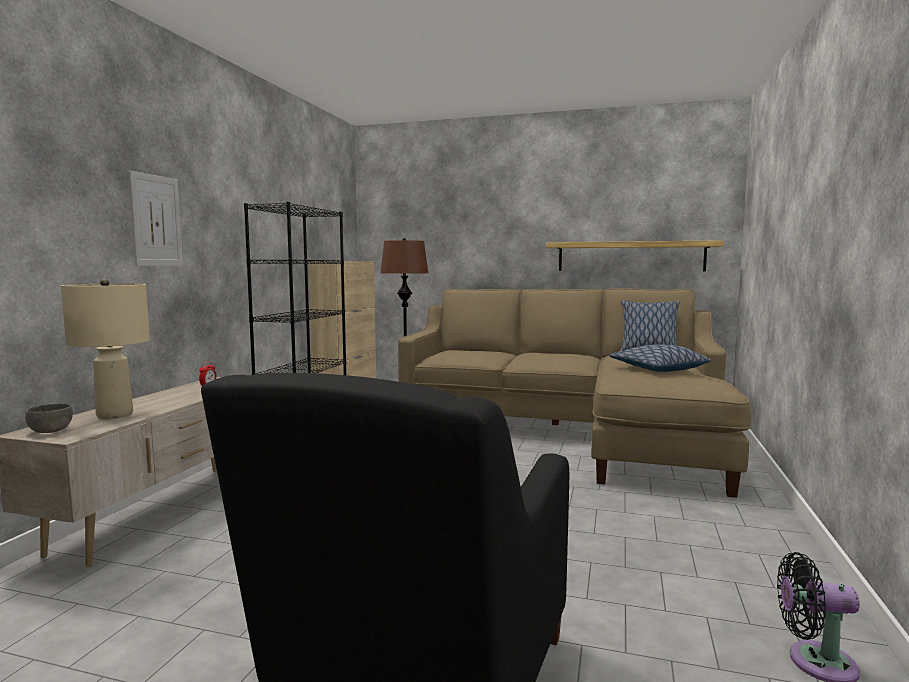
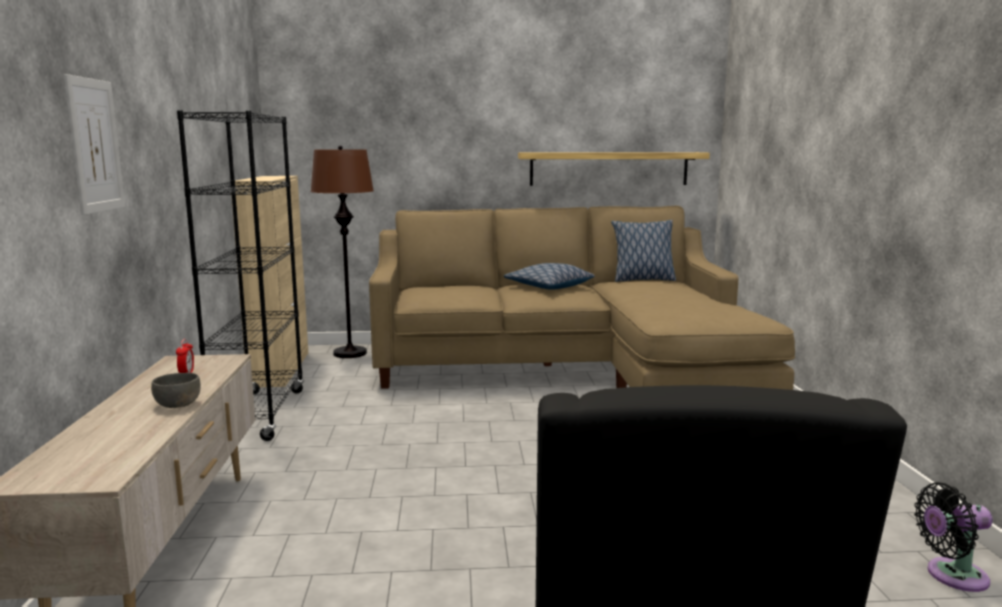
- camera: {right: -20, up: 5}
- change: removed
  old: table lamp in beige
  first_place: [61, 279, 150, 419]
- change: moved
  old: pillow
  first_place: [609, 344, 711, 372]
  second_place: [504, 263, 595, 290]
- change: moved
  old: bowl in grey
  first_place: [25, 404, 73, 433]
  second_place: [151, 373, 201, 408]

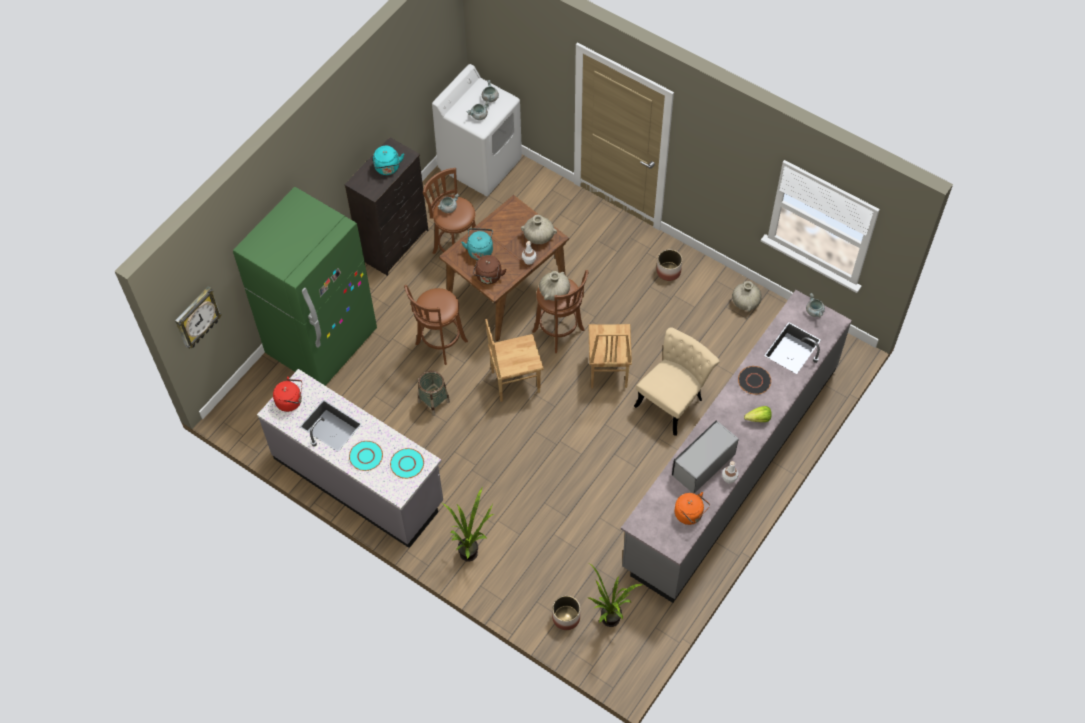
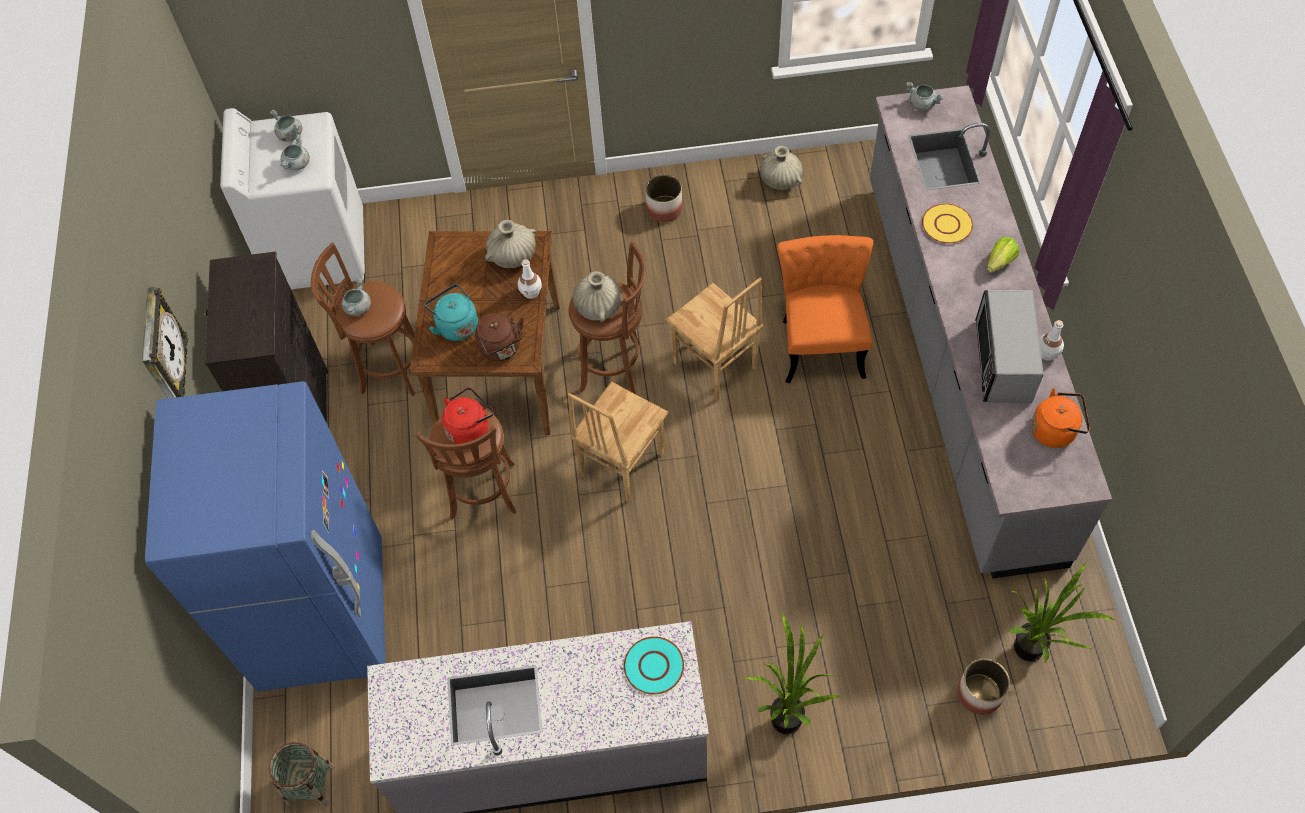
- camera: {right: -40, up: 0}
- change: removed
  old: kettle in turquoise
  first_place: [373, 146, 404, 175]
- change: recoloured
  old: fridge in green
  new: fridge in blue
  first_place: [233, 187, 377, 386]
  second_place: [145, 381, 386, 692]
- change: moved
  old: wall clock
  first_place: [175, 286, 222, 349]
  second_place: [142, 287, 188, 399]
- change: recoloured
  old: chair in beige
  new: chair in orange
  first_place: [634, 327, 719, 436]
  second_place: [777, 235, 873, 383]
- change: recoloured
  old: plate in black
  new: plate in yellow
  first_place: [738, 366, 771, 395]
  second_place: [922, 204, 973, 244]
- change: moved
  old: basket
  first_place: [418, 371, 450, 416]
  second_place: [269, 742, 334, 807]
- change: moved
  old: kettle in red
  first_place: [273, 376, 302, 412]
  second_place: [442, 387, 493, 444]
- change: removed
  old: plate in turquoise
  first_place: [349, 441, 383, 471]

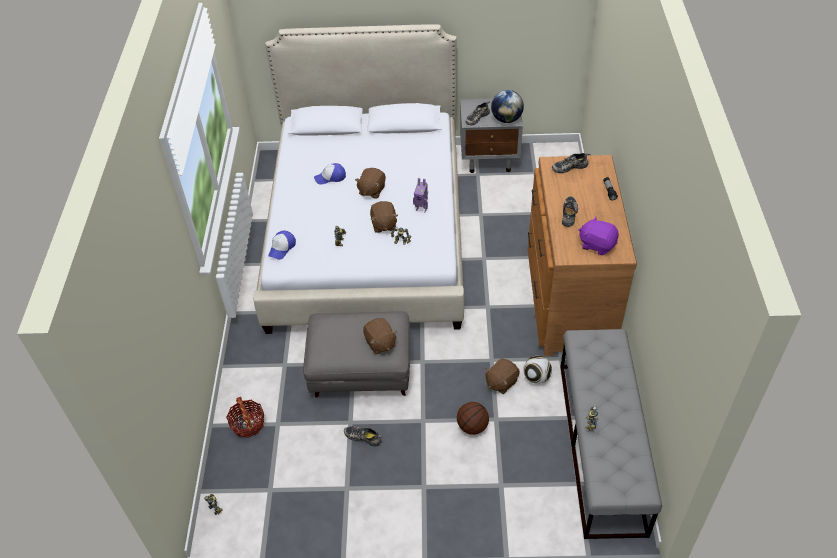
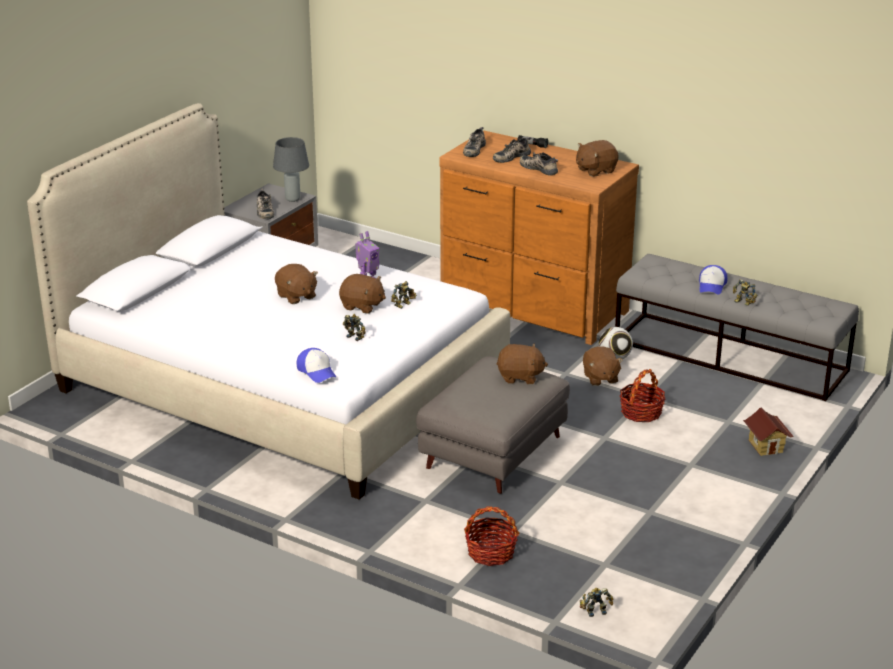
- camera: {right: -60, up: -20}
- change: replaced
  old: globe
  new: table lamp in grey
  first_place: [491, 90, 524, 123]
  second_place: [273, 137, 309, 202]
- change: moved
  old: cap
  first_place: [314, 163, 346, 185]
  second_place: [699, 265, 728, 294]
- change: recoloured
  old: plush toy in purple
  new: plush toy in brown
  first_place: [578, 216, 619, 255]
  second_place: [576, 140, 619, 177]
- change: replaced
  old: basketball
  new: basket
  first_place: [457, 402, 489, 435]
  second_place: [620, 369, 666, 422]
- change: moved
  old: shoe
  first_place: [344, 426, 382, 447]
  second_place: [493, 137, 532, 163]
- change: added
  new: toy house
  second_place: [743, 408, 794, 456]

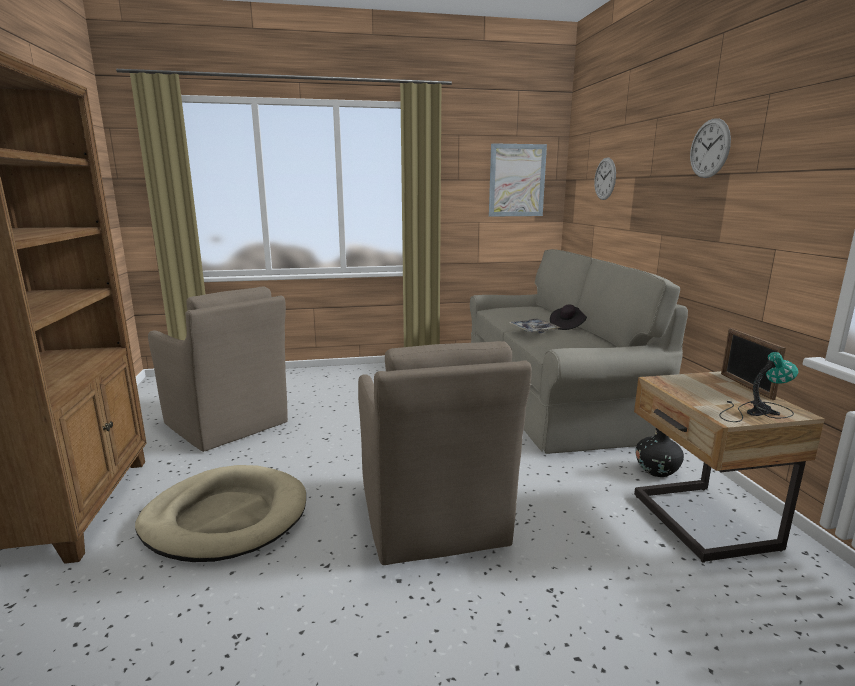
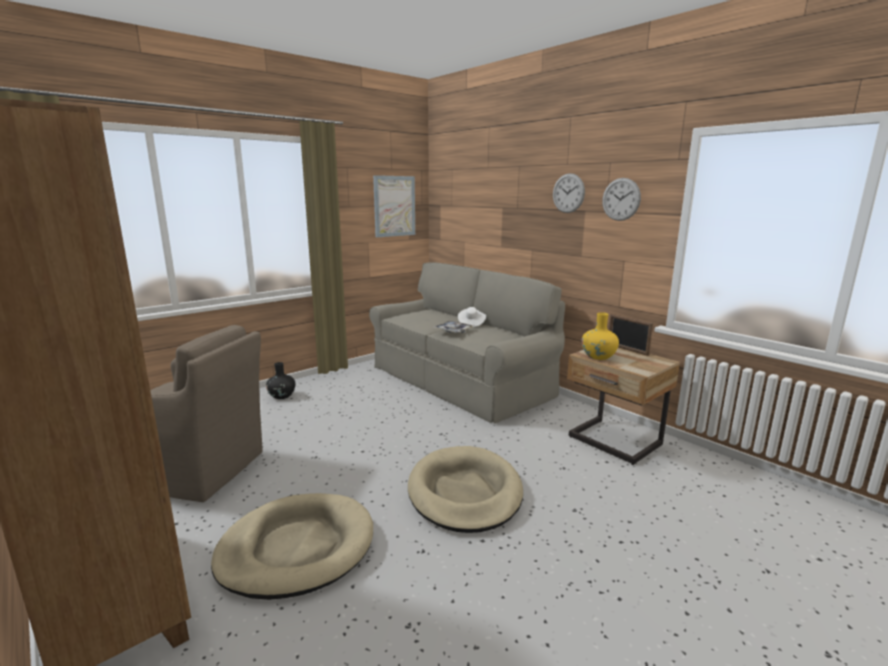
- camera: {right: -30, up: 0}
- change: moved
  old: wall clock
  first_place: [594, 158, 616, 200]
  second_place: [602, 178, 641, 221]
- change: recoloured
  old: hat in black
  new: hat in white
  first_place: [550, 305, 587, 330]
  second_place: [458, 307, 486, 327]
- change: replaced
  old: armchair in brown
  new: dog bed in beige
  first_place: [358, 341, 532, 565]
  second_place: [408, 446, 523, 533]
- change: removed
  old: table lamp
  first_place: [720, 352, 798, 422]
- change: moved
  old: vase in black
  first_place: [636, 428, 684, 477]
  second_place: [266, 362, 295, 399]
- change: added
  new: vase in yellow
  second_place: [582, 312, 619, 360]

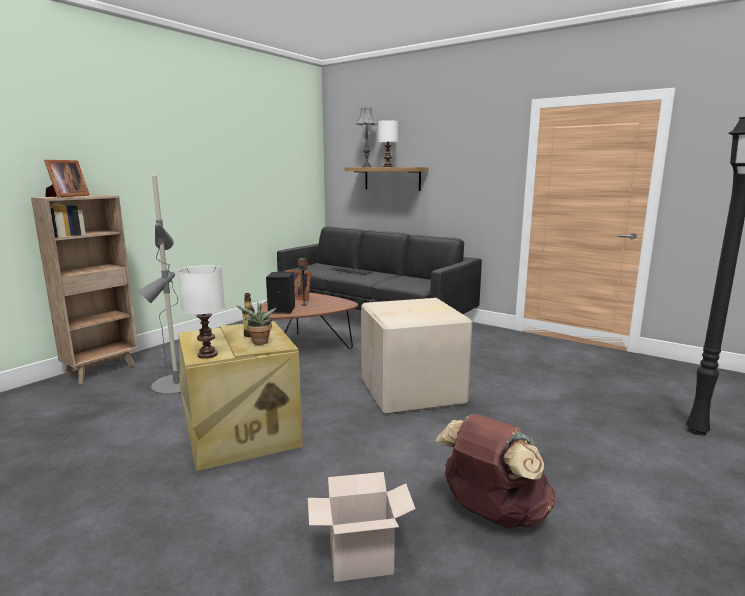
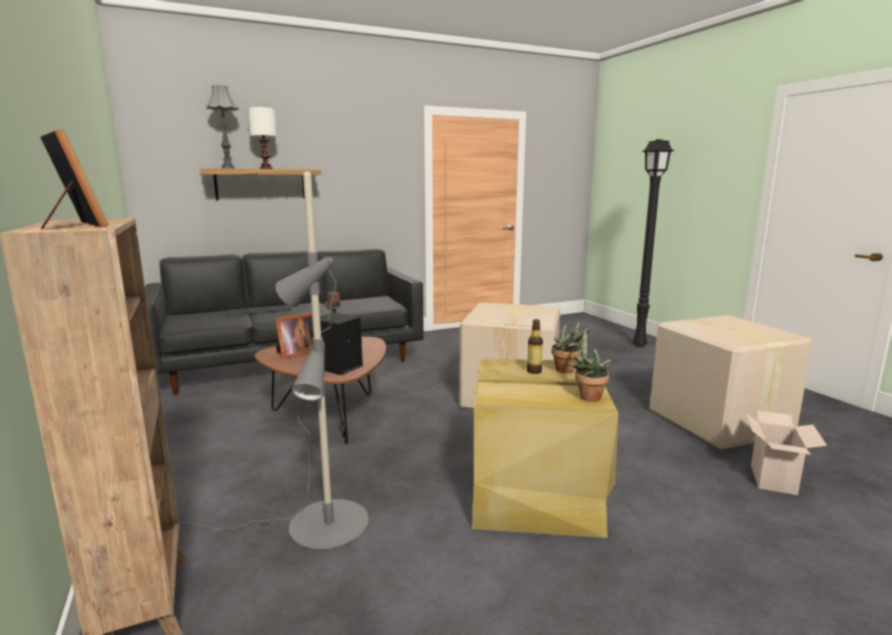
- camera: {right: -60, up: 0}
- change: replaced
  old: table lamp in white
  new: potted plant
  first_place: [178, 265, 225, 359]
  second_place: [569, 330, 611, 402]
- change: replaced
  old: backpack in brown
  new: cardboard box
  first_place: [435, 414, 556, 528]
  second_place: [650, 315, 813, 450]

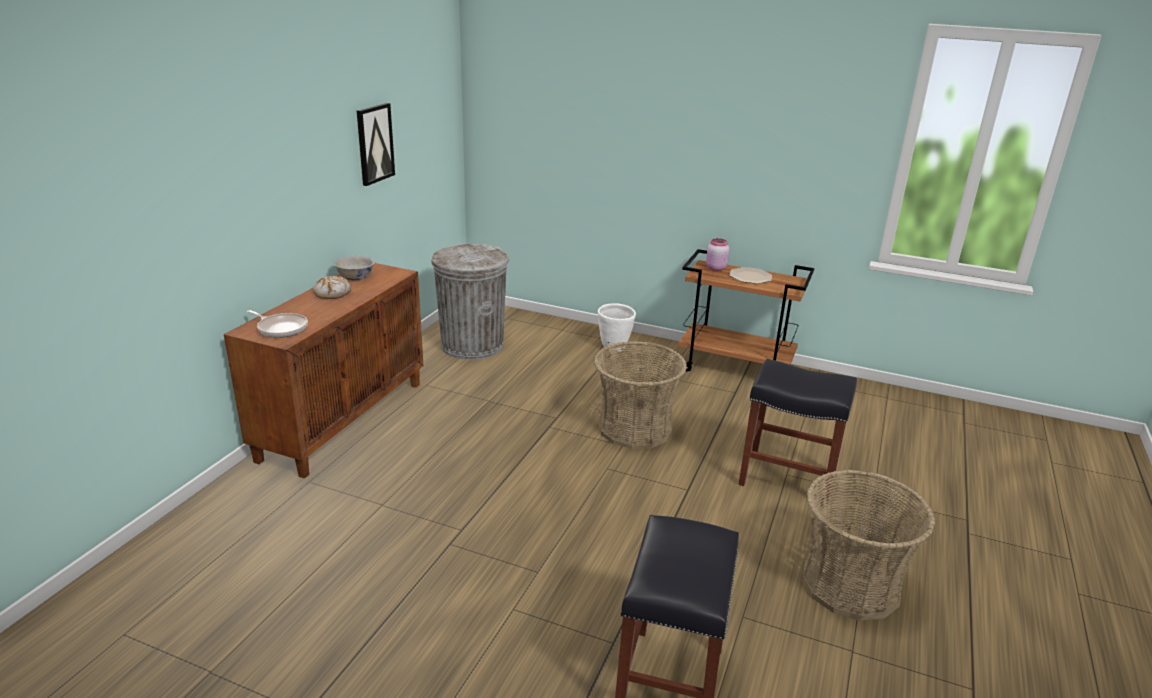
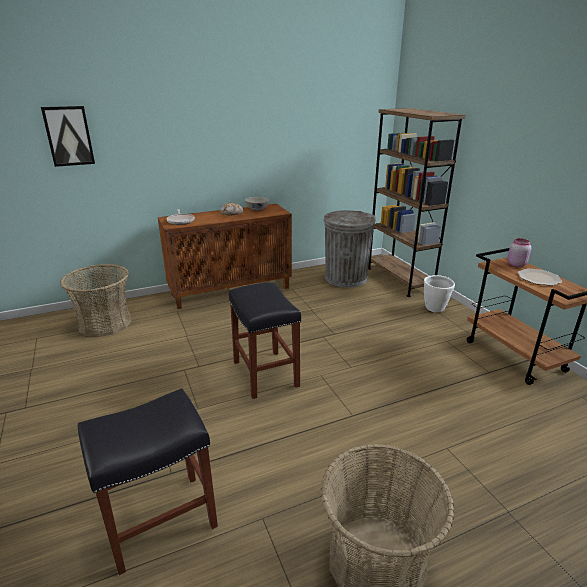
- camera: {right: 45, up: 0}
- change: moved
  old: picture
  first_place: [357, 103, 395, 186]
  second_place: [41, 106, 95, 167]
- change: moved
  old: basket
  first_place: [594, 341, 687, 449]
  second_place: [60, 264, 131, 337]
- change: moved
  old: stool in black
  first_place: [738, 359, 857, 507]
  second_place: [229, 282, 301, 399]
- change: added
  new: bookcase in brown
  second_place: [368, 108, 465, 297]

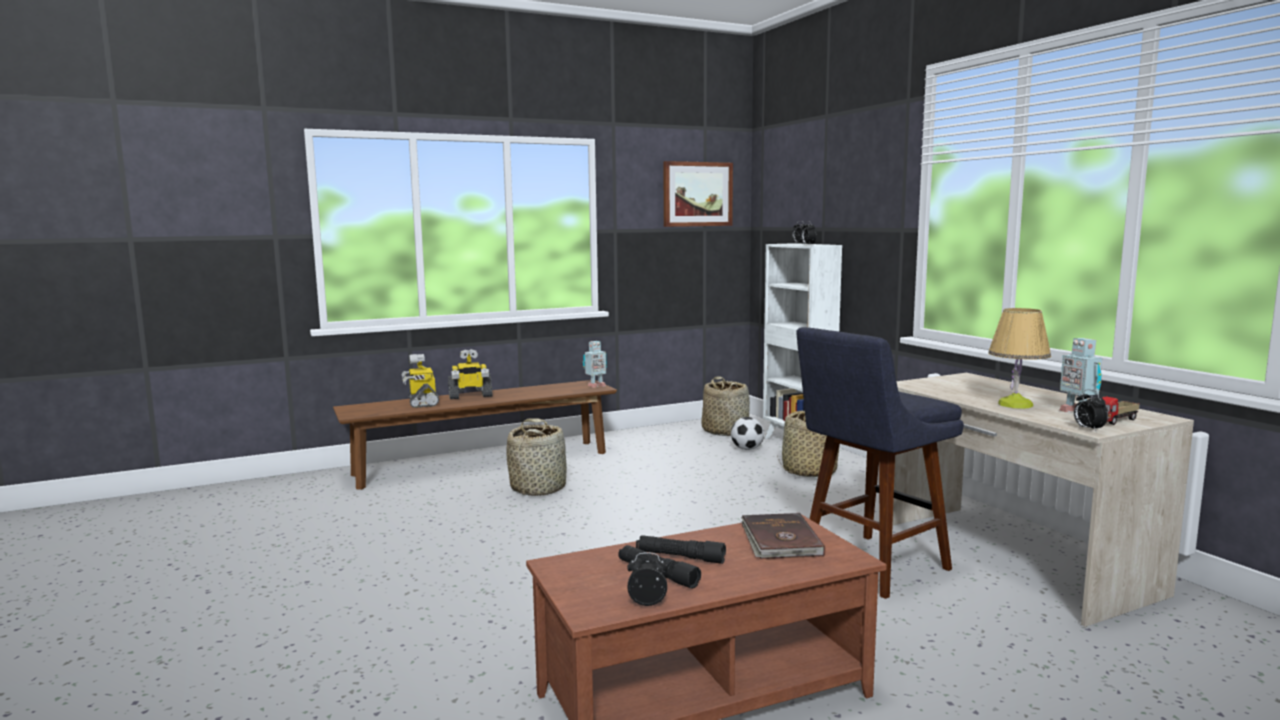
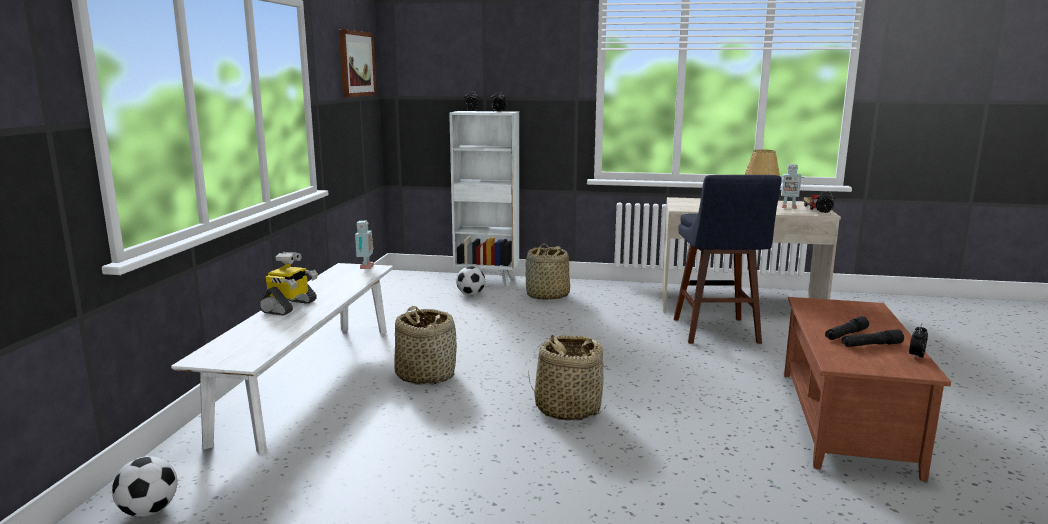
- camera: {right: -55, up: 5}
- change: removed
  old: toy robot
  first_place: [402, 354, 439, 408]
- change: moved
  old: basket
  first_place: [702, 376, 750, 436]
  second_place: [528, 335, 607, 421]
- change: recoloured
  old: bench in brown
  new: bench in white
  first_place: [333, 380, 617, 490]
  second_place: [171, 263, 393, 455]
- change: removed
  old: book in brown
  first_place: [741, 513, 825, 559]
- change: added
  new: football
  second_place: [112, 456, 177, 517]

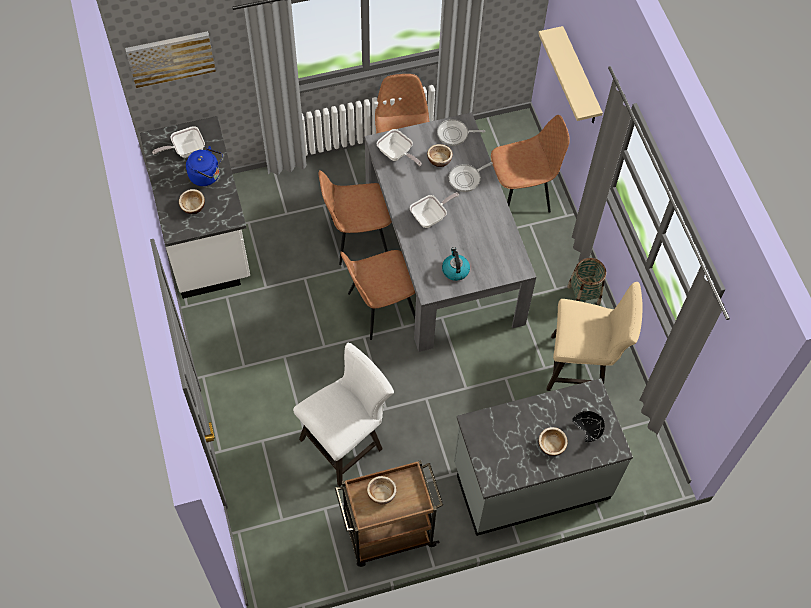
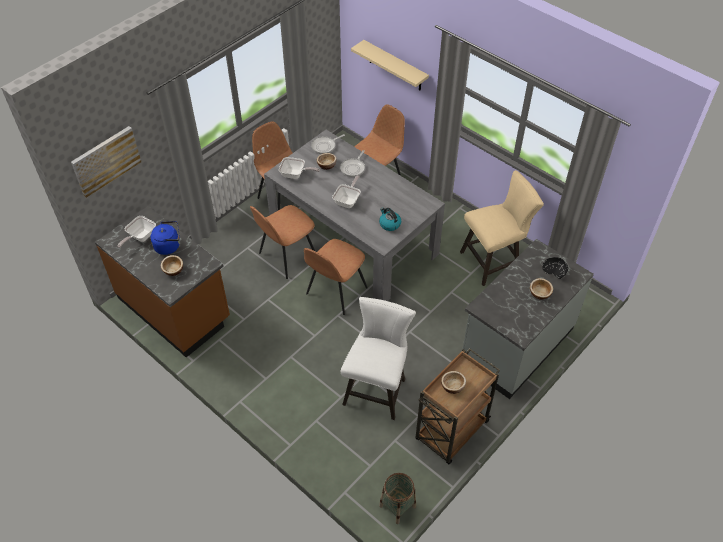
- camera: {right: -30, up: -10}
- change: recoloured
  old: counter in white
  new: counter in brown
  first_place: [140, 116, 250, 299]
  second_place: [95, 206, 230, 357]
- change: moved
  old: basket
  first_place: [567, 258, 606, 305]
  second_place: [379, 473, 416, 524]

